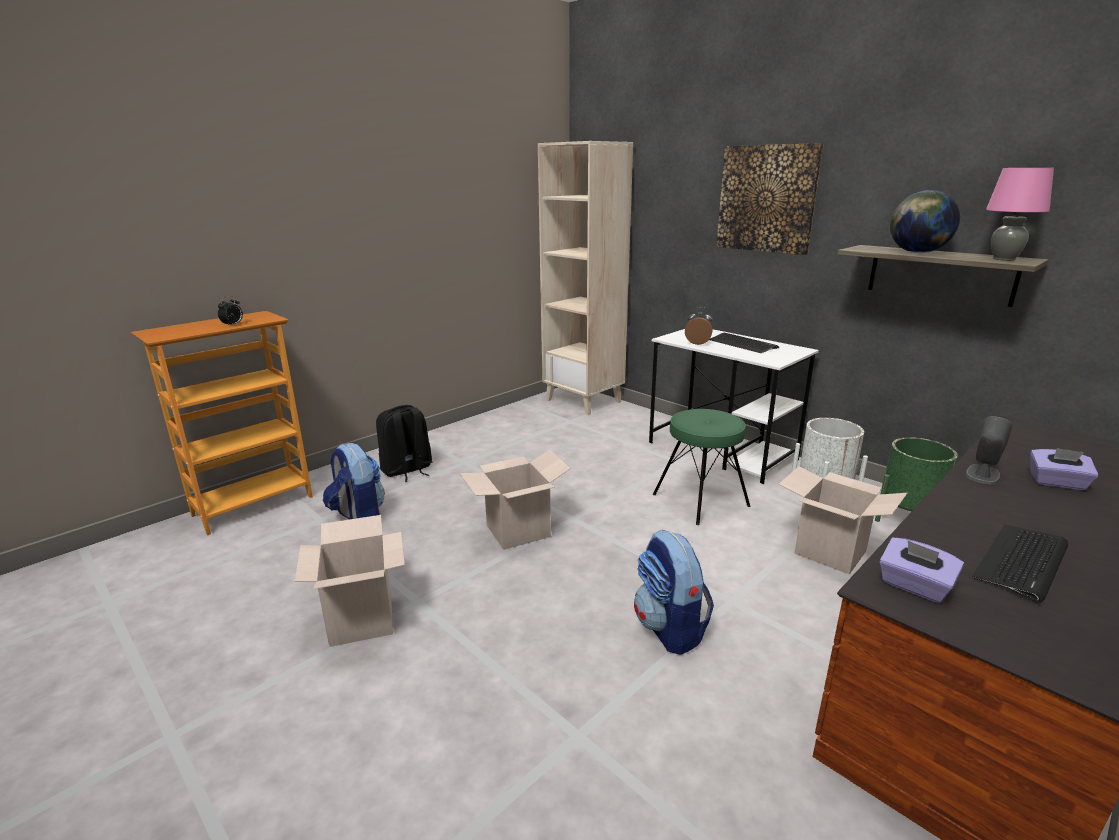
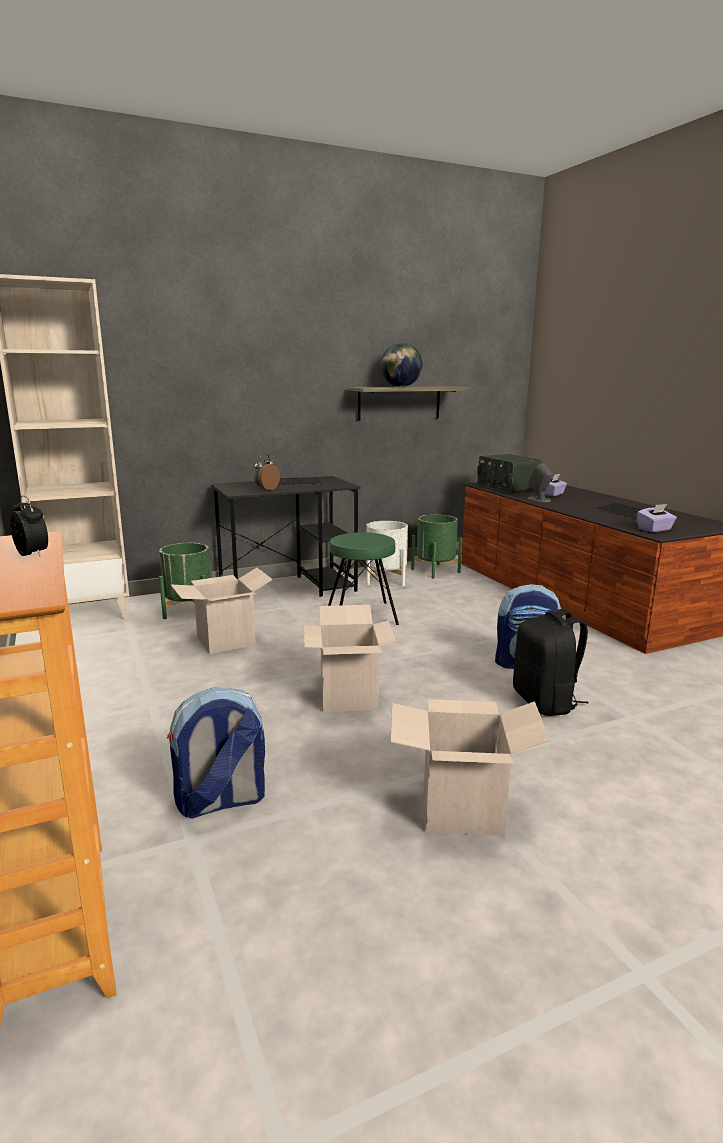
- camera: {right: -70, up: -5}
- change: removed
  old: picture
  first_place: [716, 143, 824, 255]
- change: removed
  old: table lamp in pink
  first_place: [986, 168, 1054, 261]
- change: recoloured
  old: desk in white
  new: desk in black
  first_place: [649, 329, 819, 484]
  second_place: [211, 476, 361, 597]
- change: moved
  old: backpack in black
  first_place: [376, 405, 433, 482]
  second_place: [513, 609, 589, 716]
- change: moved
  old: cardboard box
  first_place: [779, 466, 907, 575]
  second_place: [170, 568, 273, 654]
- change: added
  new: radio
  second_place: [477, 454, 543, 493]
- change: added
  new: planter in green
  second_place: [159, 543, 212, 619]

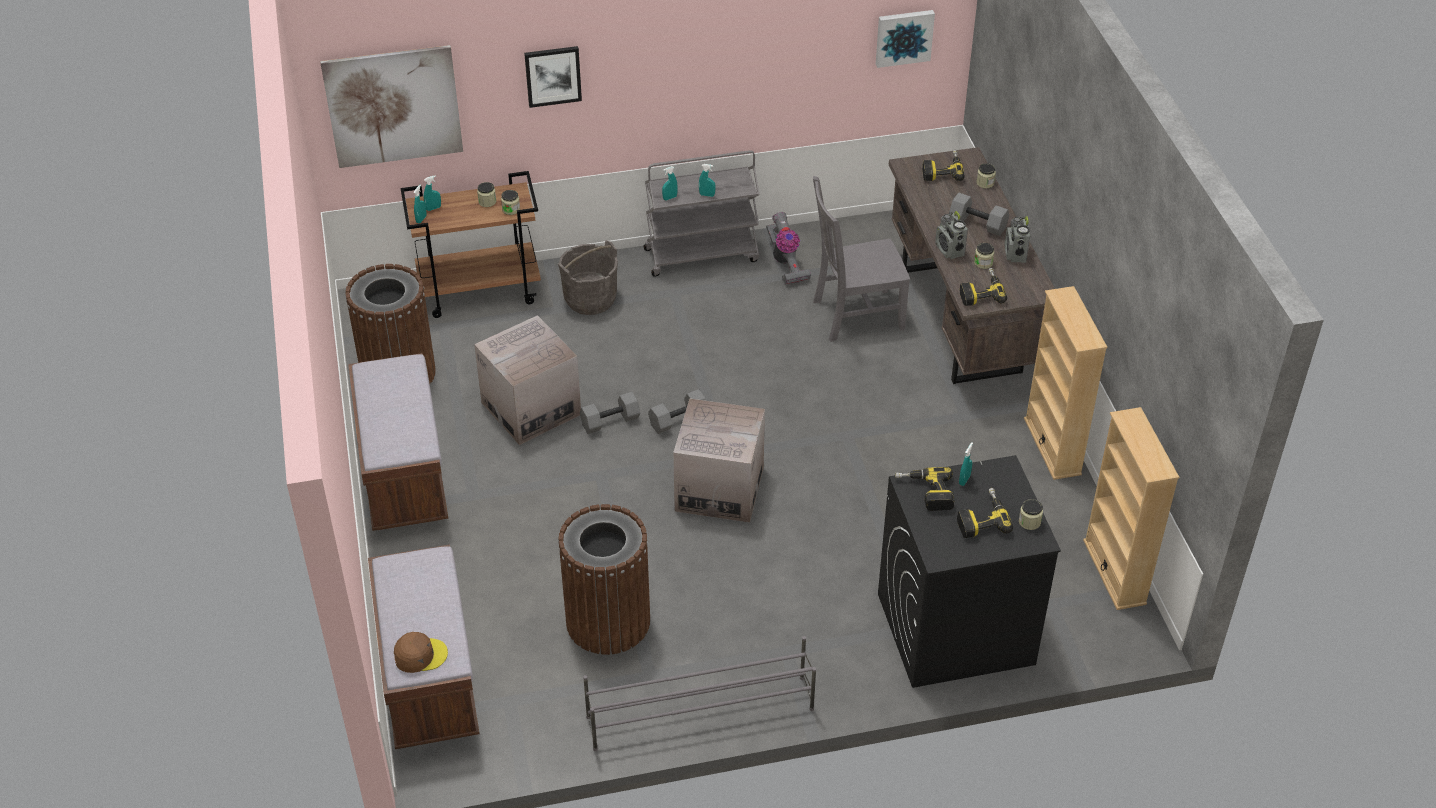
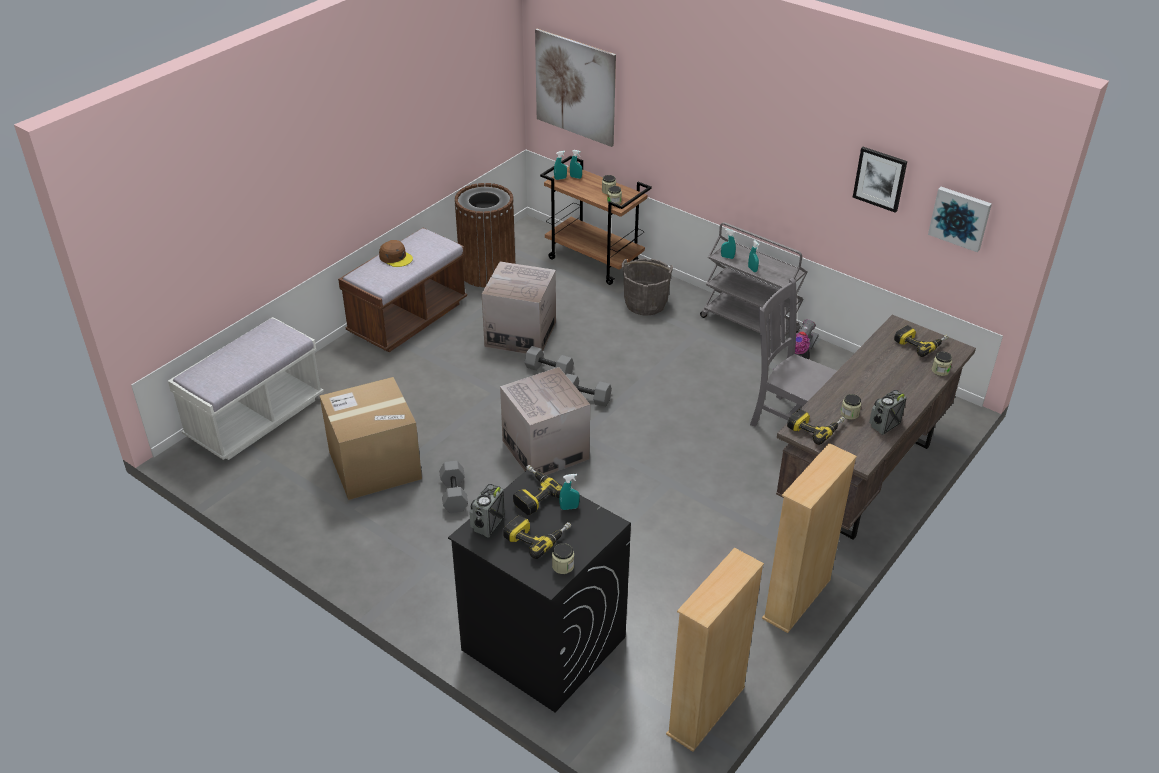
- camera: {right: 50, up: -5}
- change: moved
  old: picture
  first_place: [524, 46, 582, 108]
  second_place: [853, 147, 907, 213]
- change: moved
  old: dumbbell in grey
  first_place: [949, 193, 1009, 236]
  second_place: [439, 461, 468, 513]
- change: moved
  old: radio
  first_place: [935, 211, 968, 259]
  second_place: [469, 484, 505, 538]
- change: replaced
  old: trash can in brown
  new: cardboard box
  first_place: [558, 504, 650, 655]
  second_place: [320, 377, 422, 500]
- change: recoloured
  old: bench in brown
  new: bench in white
  first_place: [368, 544, 480, 749]
  second_place: [168, 317, 324, 460]
- change: moved
  old: cap in brown
  first_place: [394, 632, 448, 673]
  second_place: [379, 240, 413, 267]
- change: removed
  old: shoe rack in grey
  first_place: [583, 636, 816, 751]

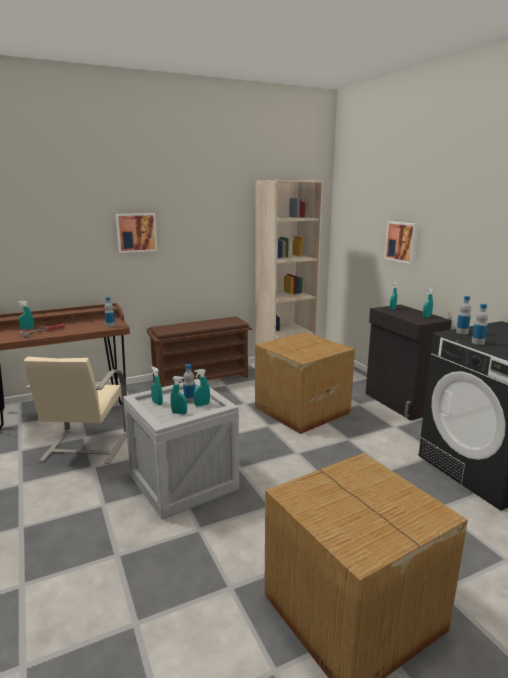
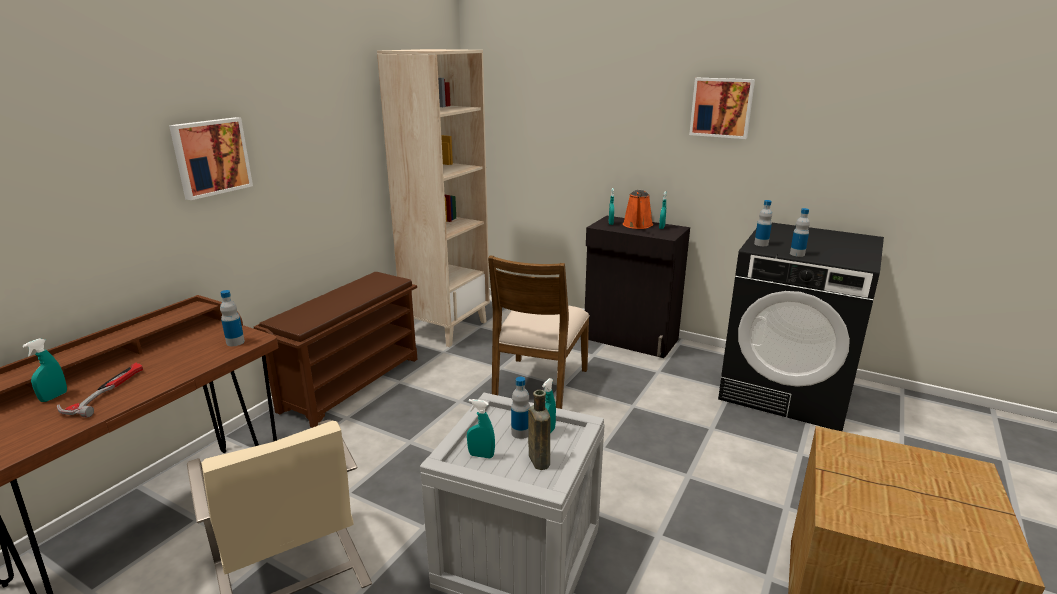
- camera: {right: -35, up: 5}
- change: moved
  old: picture
  first_place: [384, 221, 418, 264]
  second_place: [689, 78, 755, 139]
- change: replaced
  old: cardboard box
  new: chair in brown
  first_place: [255, 332, 355, 434]
  second_place: [488, 255, 590, 409]
- change: replaced
  old: spray bottle in turquoise
  new: bottle in brown
  first_place: [170, 376, 187, 415]
  second_place: [528, 390, 551, 470]
- change: added
  new: watering can in orange
  second_place: [623, 190, 653, 229]

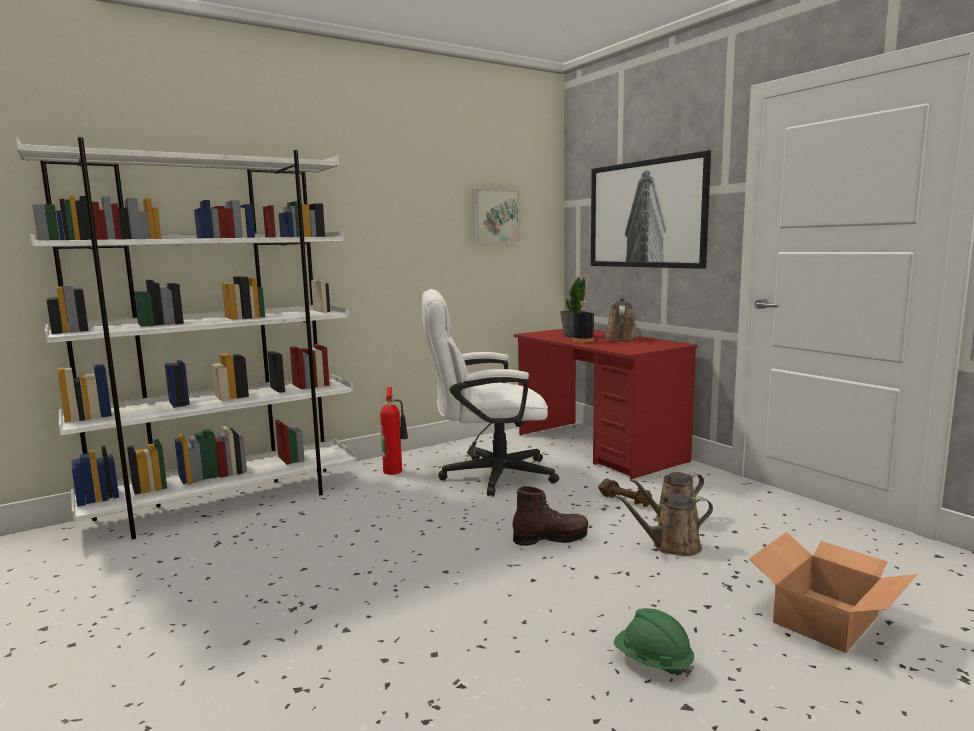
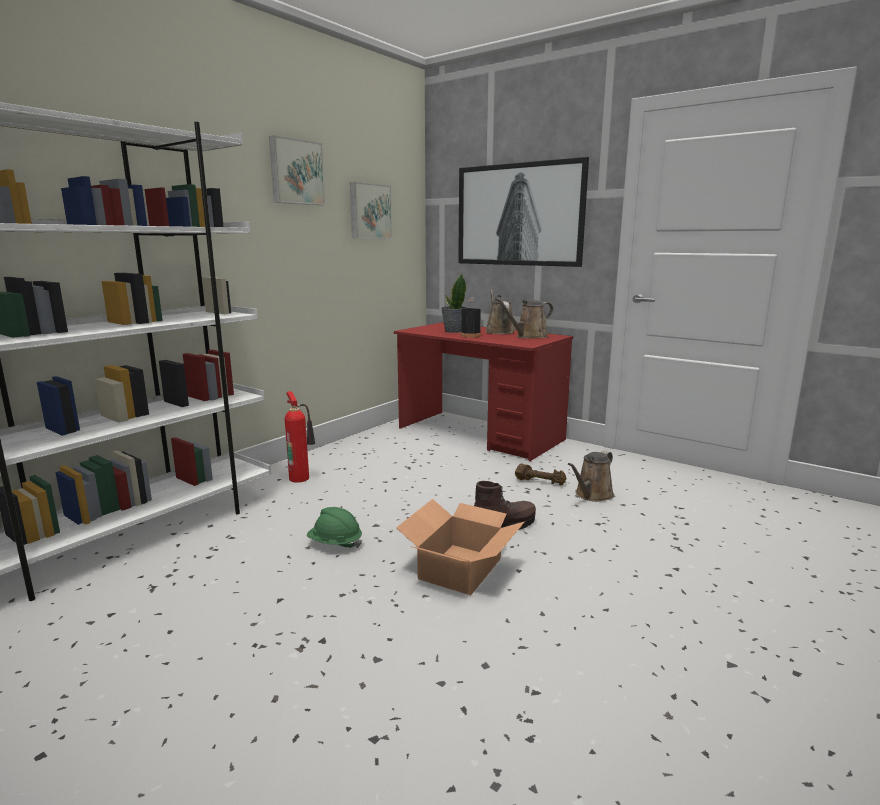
- camera: {right: -20, up: 5}
- change: removed
  old: office chair in white
  first_place: [422, 289, 559, 496]
- change: moved
  old: watering can in brown
  first_place: [615, 494, 713, 556]
  second_place: [495, 298, 554, 339]
- change: moved
  old: cardboard box
  first_place: [749, 532, 917, 653]
  second_place: [396, 499, 525, 595]
- change: moved
  old: hard hat in green
  first_place: [614, 608, 695, 677]
  second_place: [307, 507, 362, 548]
- change: added
  new: picture
  second_place: [269, 135, 325, 205]

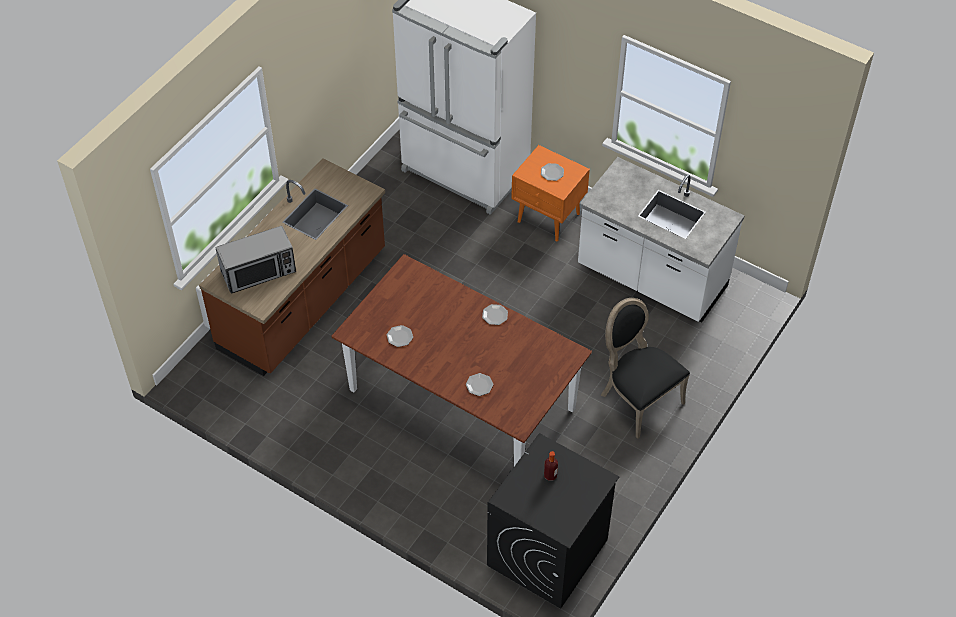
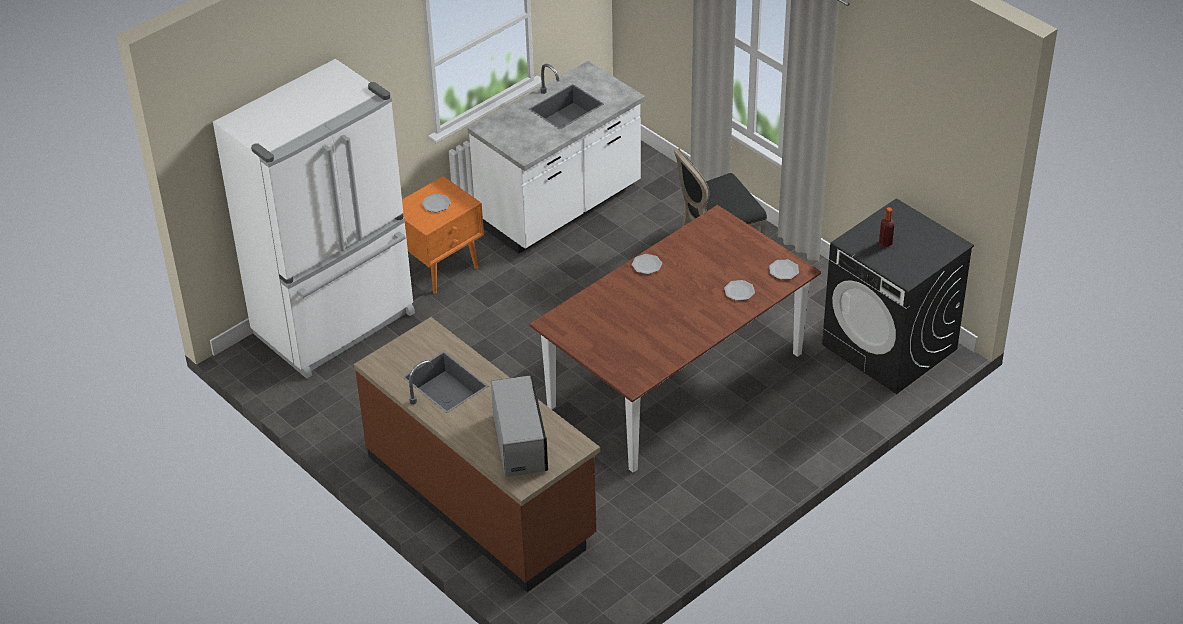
- camera: {right: -75, up: -10}
- change: moved
  old: plate
  first_place: [387, 325, 413, 347]
  second_place: [769, 260, 799, 279]

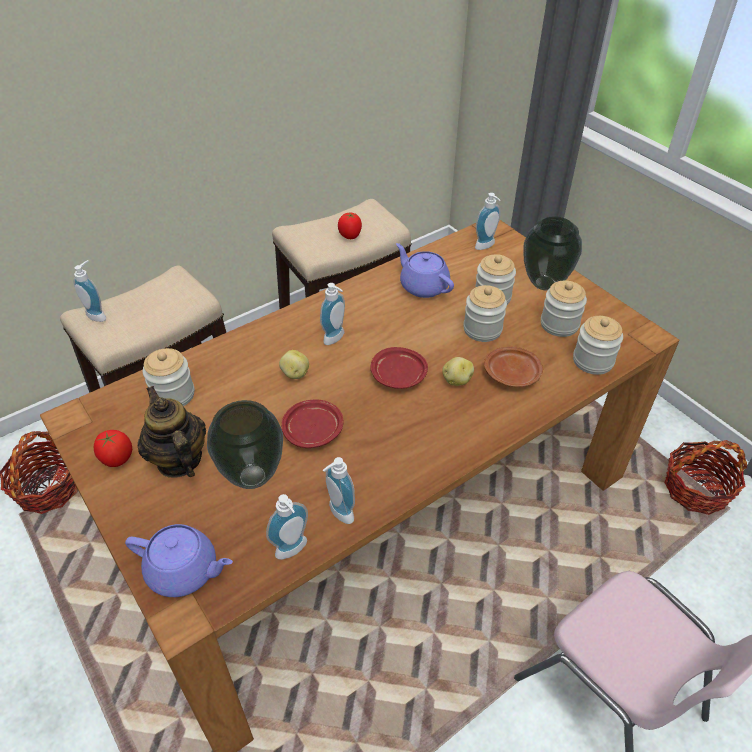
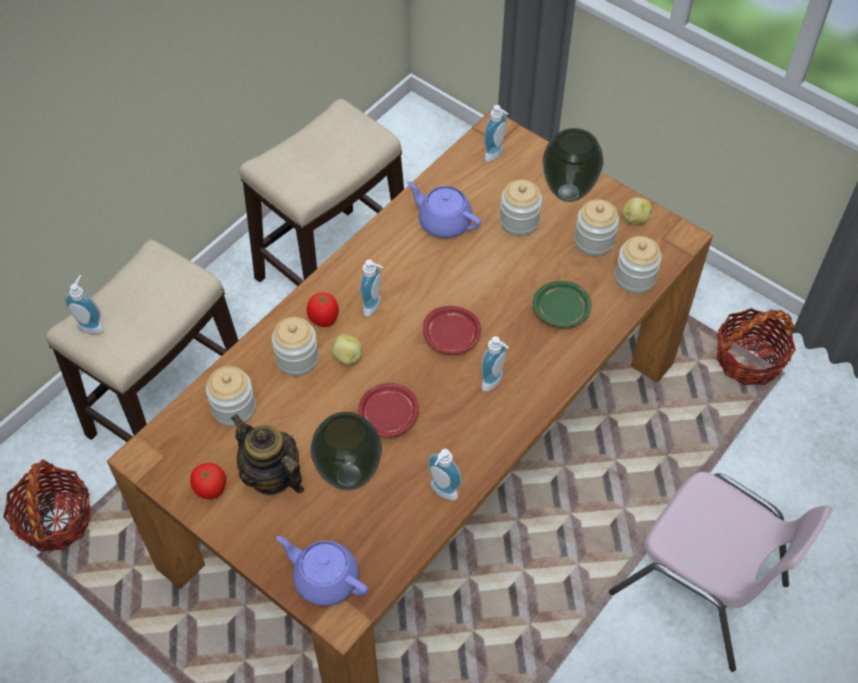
- camera: {right: -15, up: 10}
- change: moved
  old: tomato
  first_place: [338, 213, 362, 239]
  second_place: [307, 292, 339, 327]
- change: moved
  old: jar
  first_place: [463, 285, 507, 342]
  second_place: [272, 317, 319, 376]
- change: recoloured
  old: plate in brown
  new: plate in green
  first_place: [484, 347, 543, 387]
  second_place: [533, 281, 592, 328]
- change: moved
  old: potato
  first_place: [442, 357, 474, 386]
  second_place: [622, 198, 652, 225]
- change: moved
  old: soap dispenser
  first_place: [266, 494, 308, 560]
  second_place: [481, 336, 509, 392]
- change: turned
  old: teapot in purple
  first_place: [125, 524, 233, 597]
  second_place: [276, 536, 368, 606]
  degrees: -150

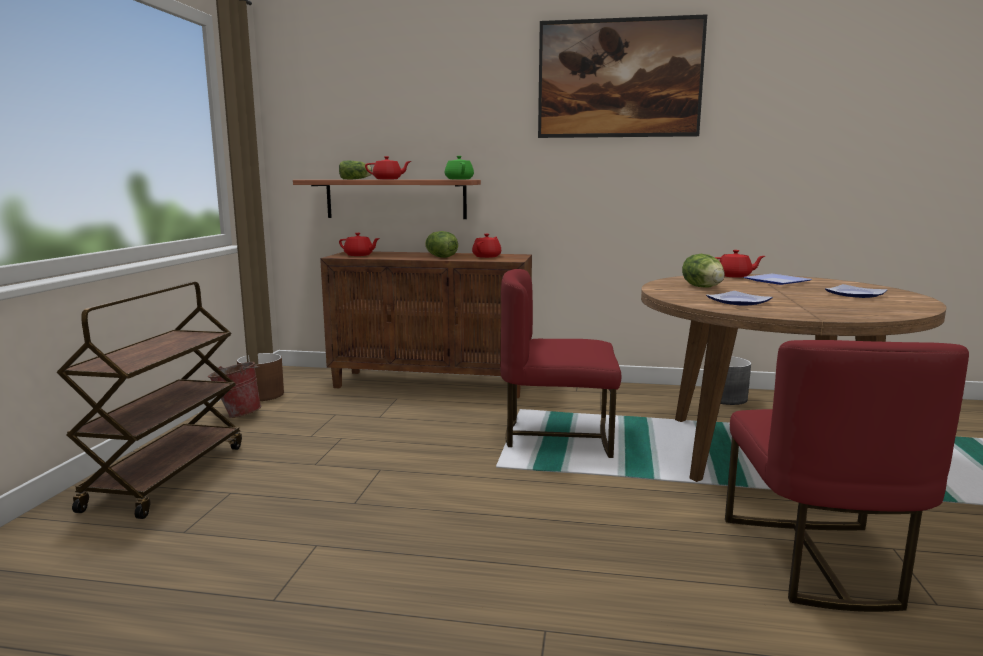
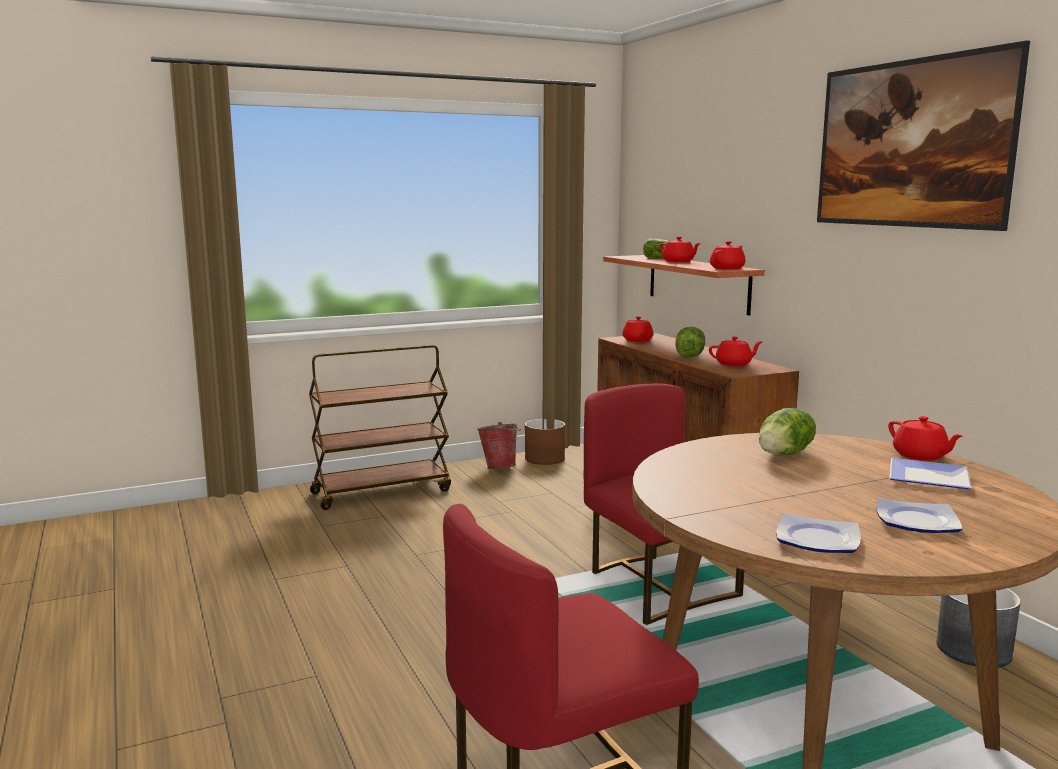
- camera: {right: 55, up: 0}
- change: recoloured
  old: teapot in green
  new: teapot in red
  first_place: [445, 156, 474, 180]
  second_place: [710, 241, 746, 270]
- change: moved
  old: plate
  first_place: [706, 291, 773, 306]
  second_place: [776, 513, 861, 553]

